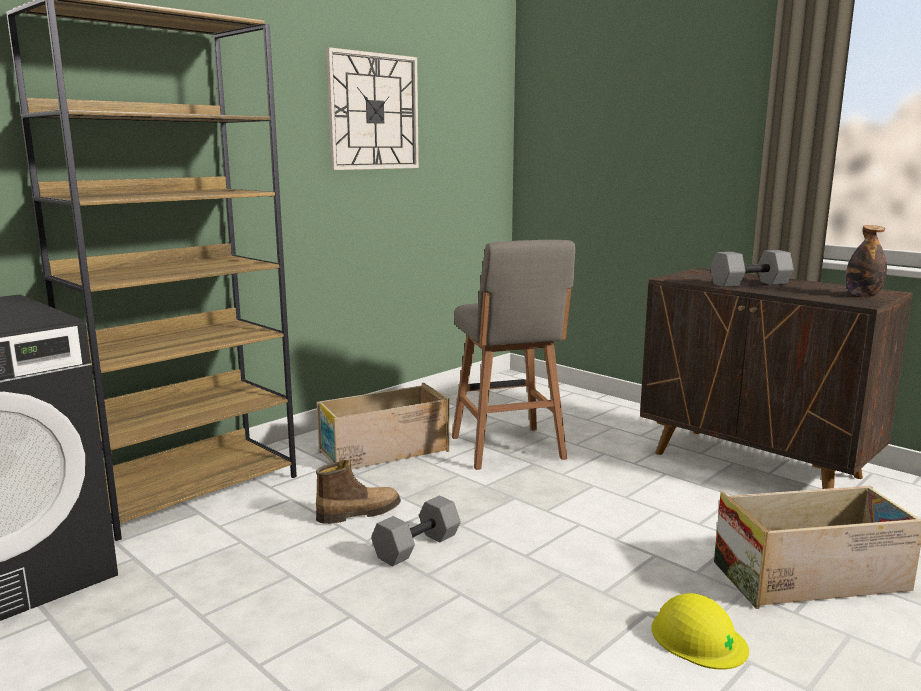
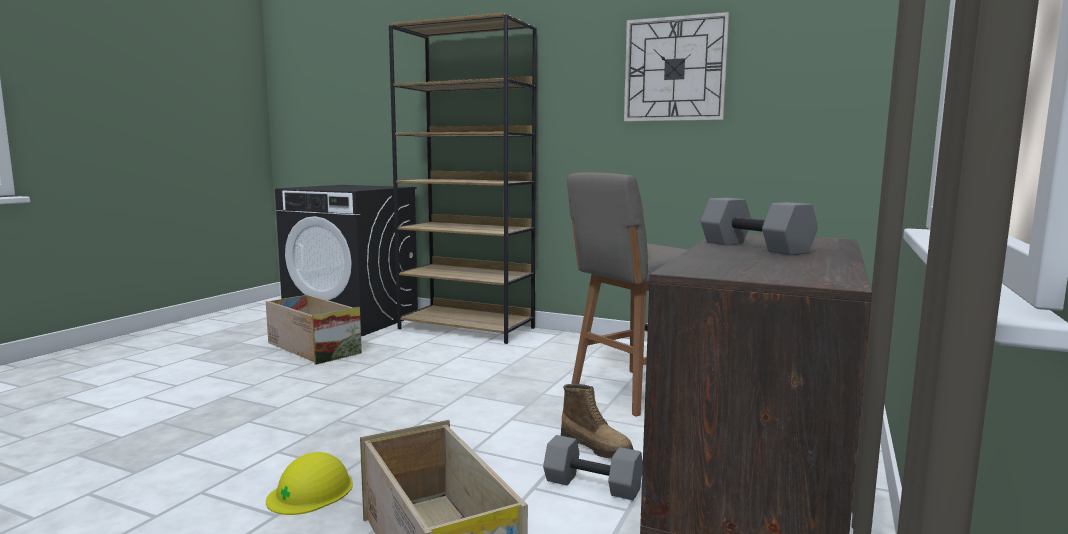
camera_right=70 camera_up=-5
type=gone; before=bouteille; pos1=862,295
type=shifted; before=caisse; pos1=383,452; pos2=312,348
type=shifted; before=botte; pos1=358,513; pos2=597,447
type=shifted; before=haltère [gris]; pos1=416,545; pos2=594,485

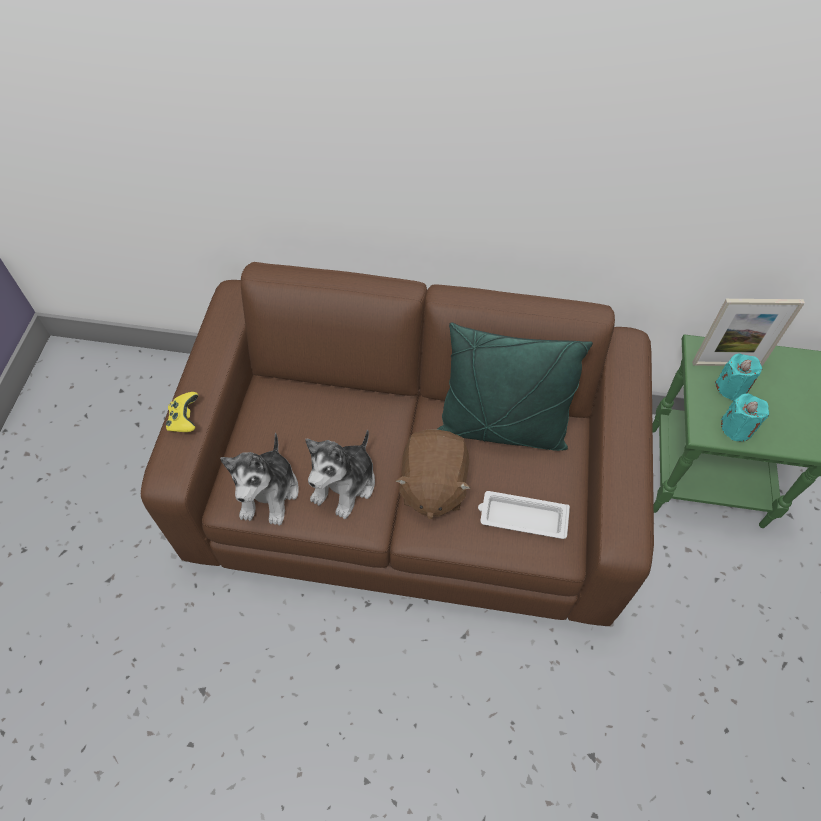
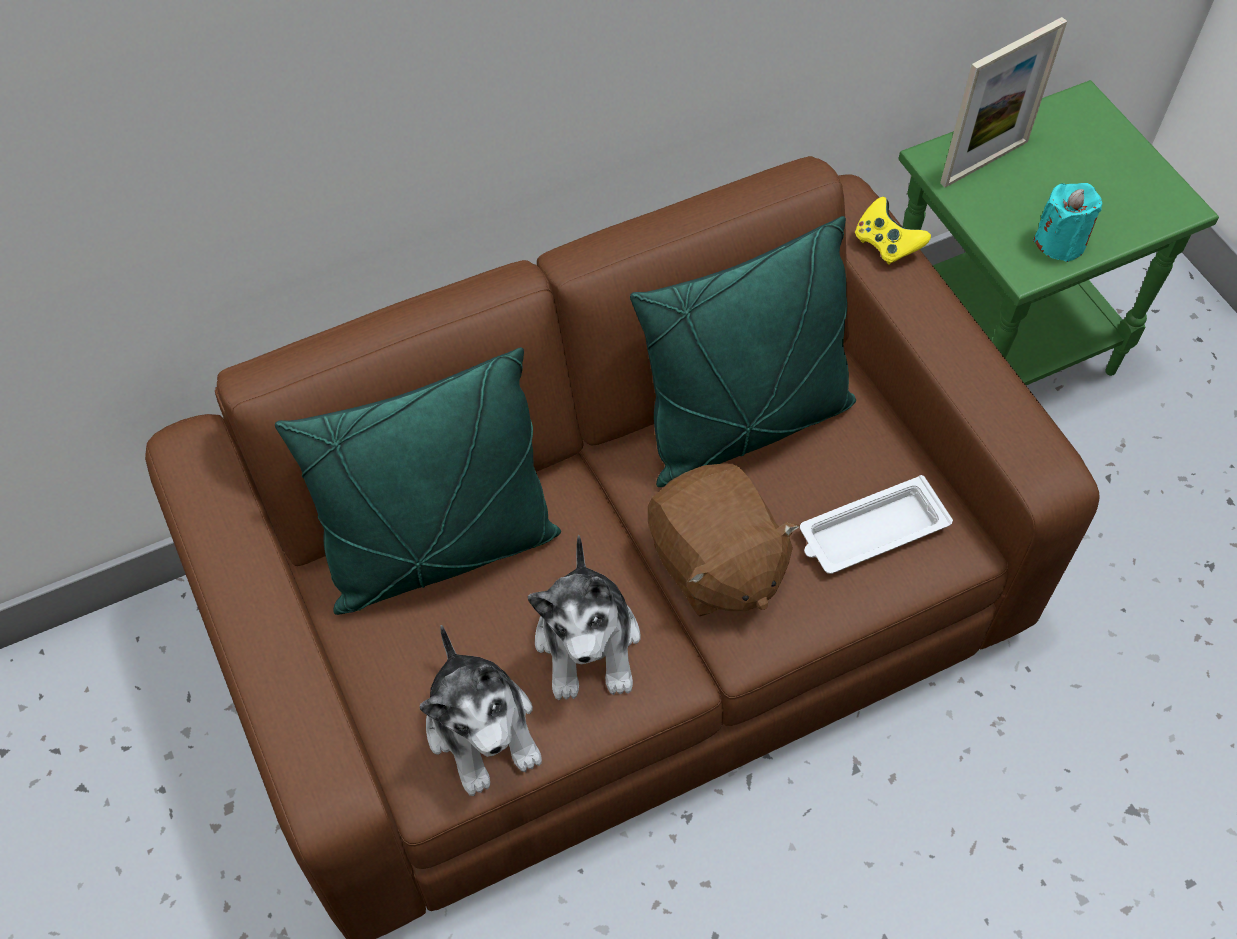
camera_right=-35 camera_up=0
type=gone; before=bougie [turquoise]; pos1=731,387
type=shifted; before=manette [jaune]; pos1=185,419; pos2=886,244
type=new; after=coussin [vert]; pos2=440,550

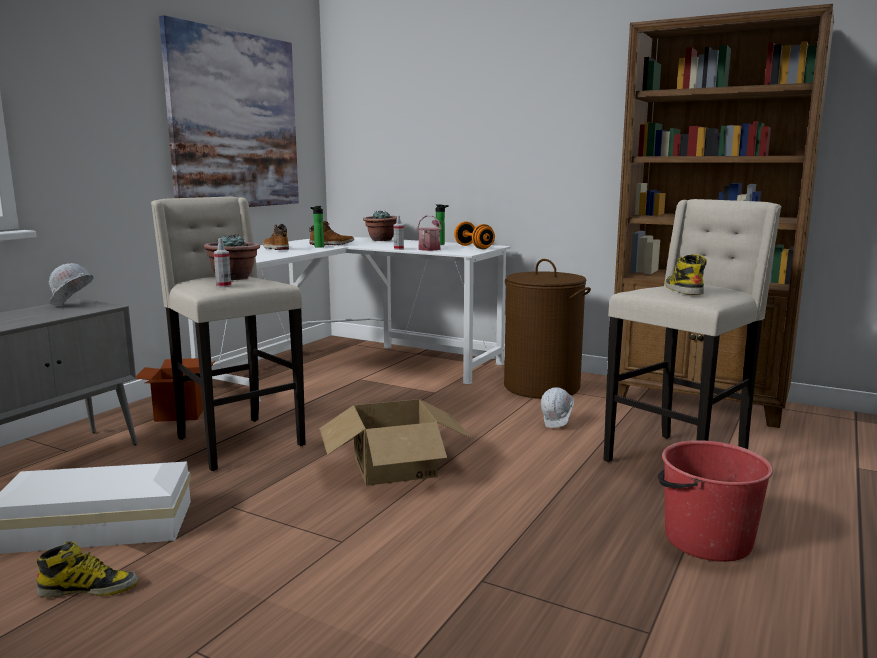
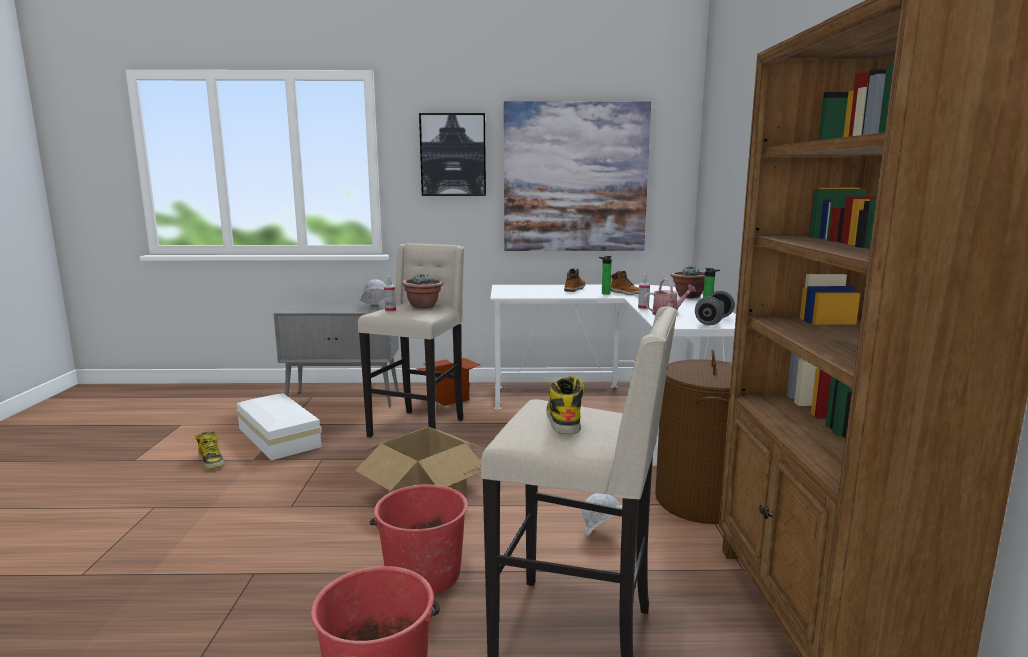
camera_right=60 camera_up=0
type=repainted; before=haltère [orange]; after=haltère [gris]; pos1=473,247; pos2=713,321
type=rotated; before=botte; pos1=683,289; pos2=563,418; turn=-60
type=new; after=tableau; pos2=453,155
type=new; after=seau [rouge]; pos2=422,574

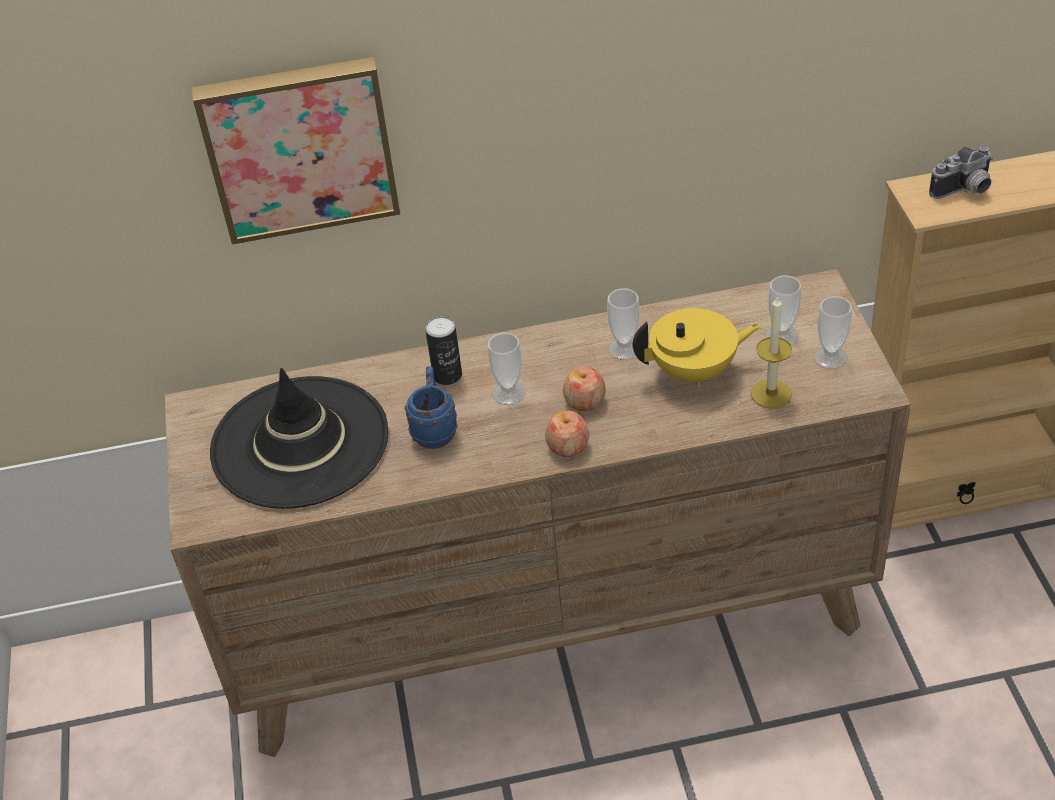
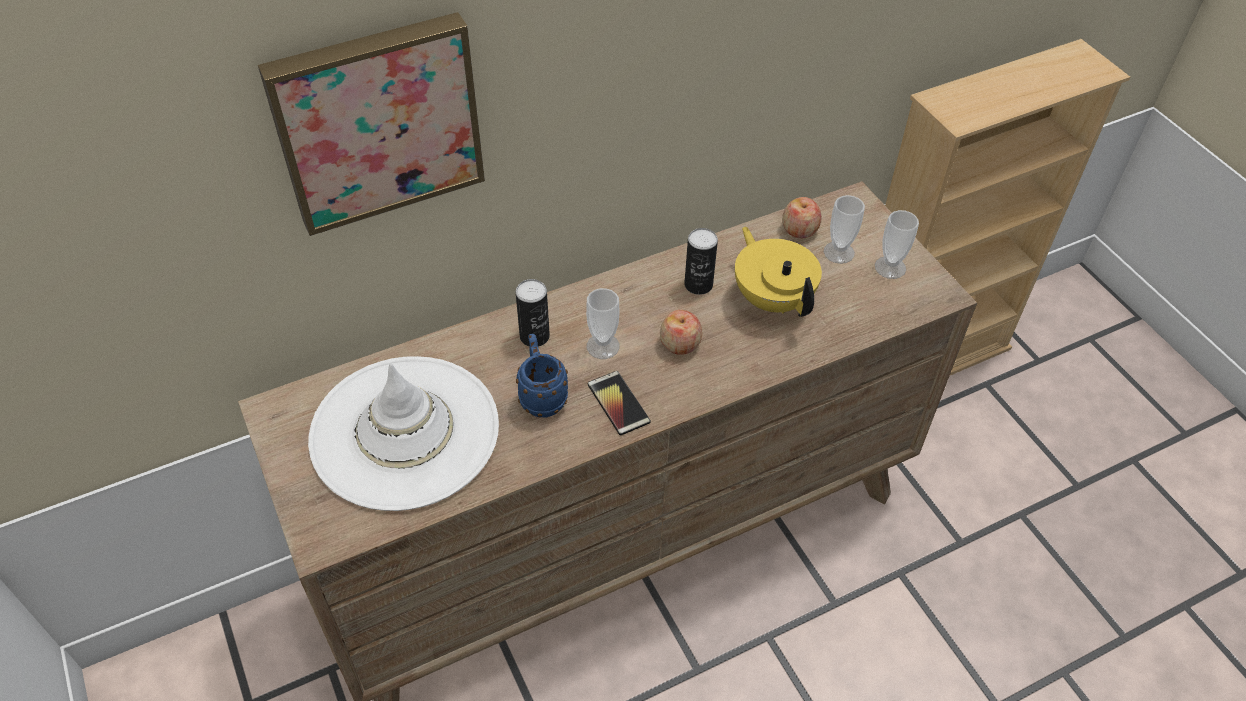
camera_right=-20 camera_up=5
type=gone; before=appareil photo; pos1=964,190
type=swapped; before=tasse; after=boîte métallique; pos1=624,349; pos2=698,284
type=gone; before=bougie; pos1=771,394
type=rotated; before=théière [jaune]; pos1=694,371; pos2=772,298; turn=-90
type=repainted; before=chapeau [noir]; after=chapeau [blanc]; pos1=300,442; pos2=405,432
type=shifted; before=pomme; pos1=568,446; pos2=799,229
type=new; after=téléphone; pos2=618,403

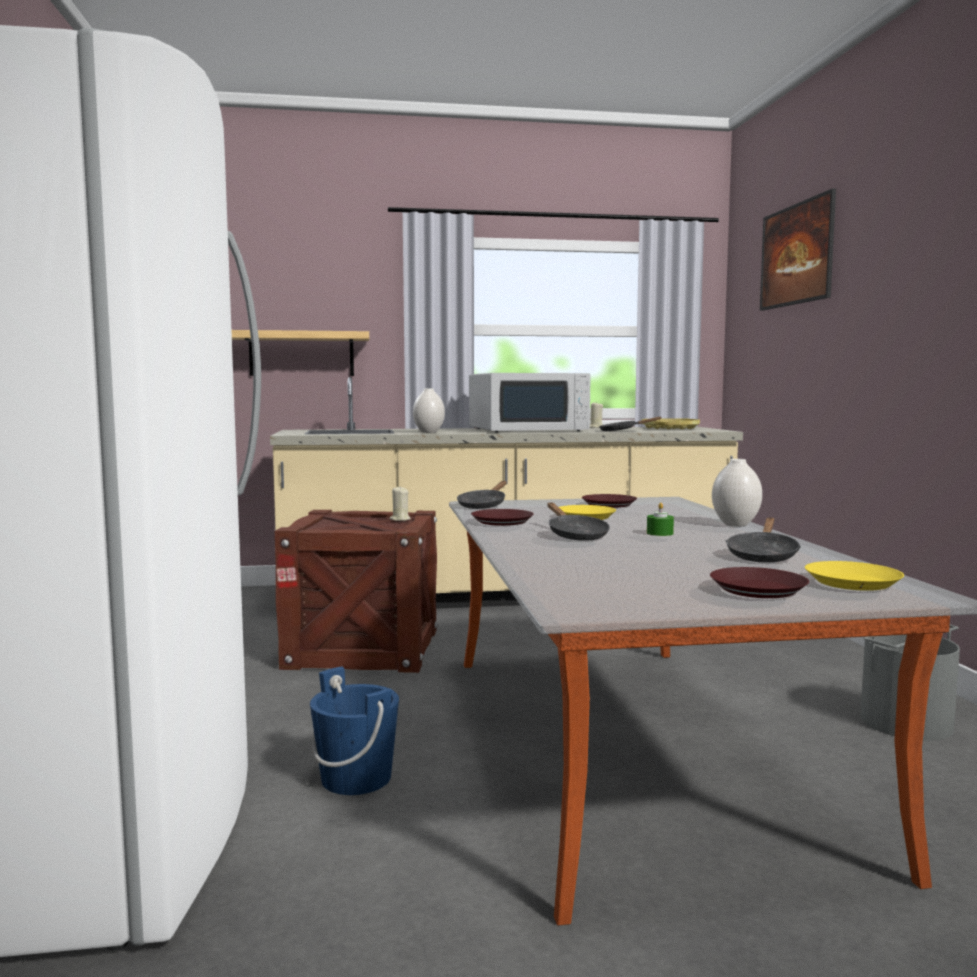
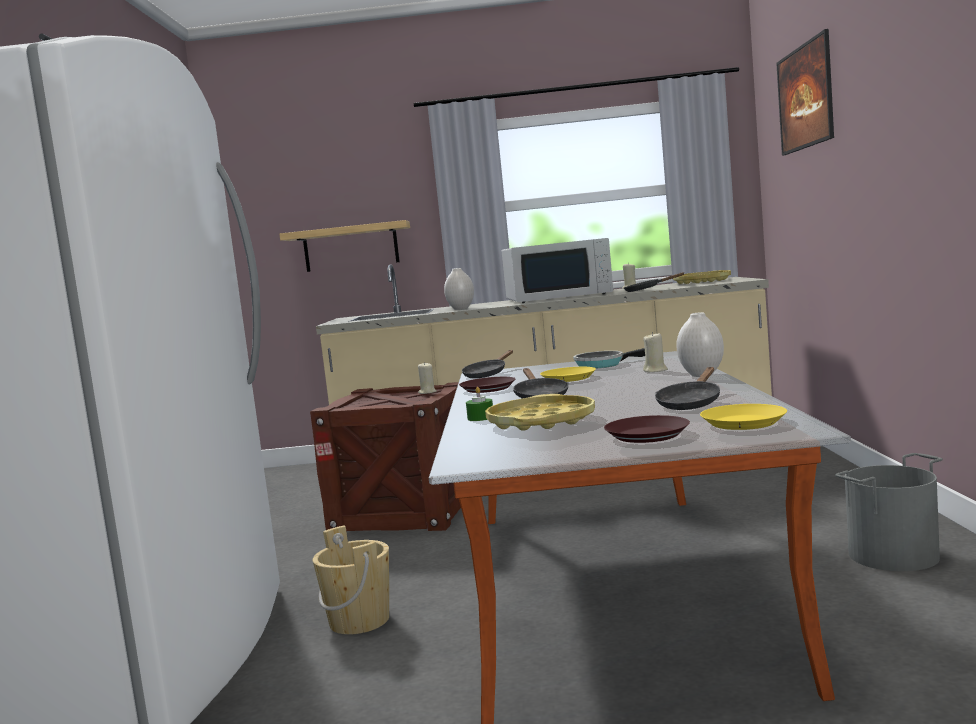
camera_right=10 camera_up=0
type=swapped; before=assiette [marron]; after=poêle; pos1=608,505; pos2=603,364
type=shifted; before=bougie [vert]; pos1=660,533; pos2=480,418
type=repainted; before=seau [bleu]; after=seau [beige]; pos1=356,778; pos2=359,621
type=new; after=bougie [beige]; pos2=655,370
type=new; after=plateau [jaune]; pos2=541,422

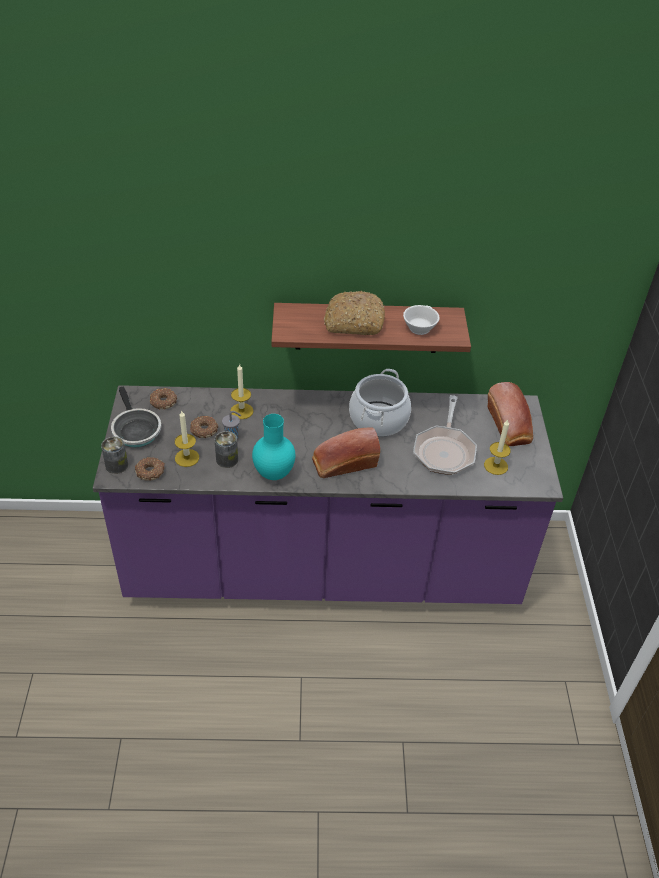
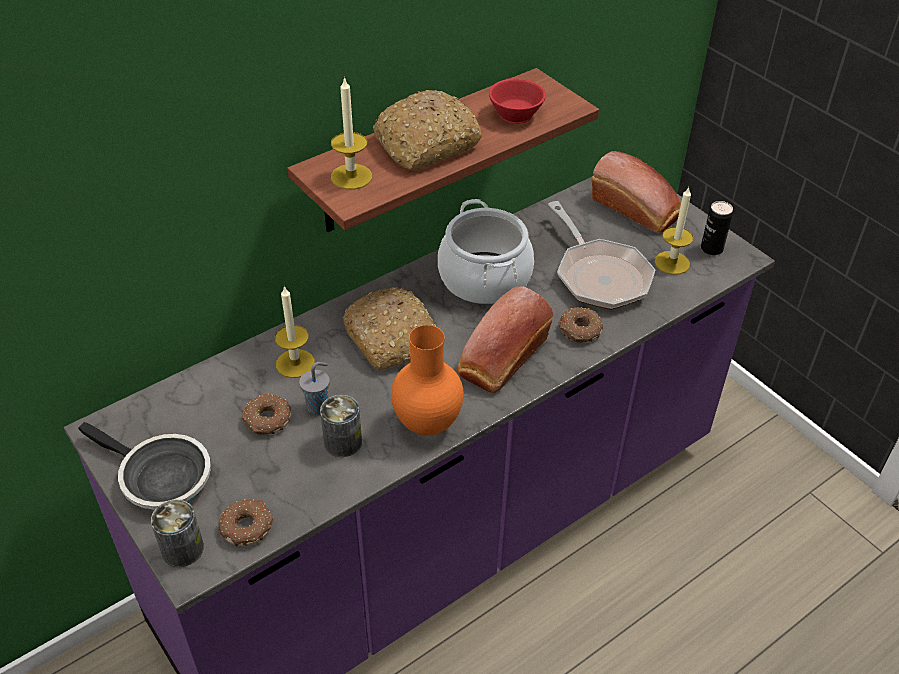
camera_right=-35 camera_up=0
type=repainted; before=tasse [blanc]; after=tasse [rouge]; pos1=418,327; pos2=513,113
type=shifted; before=beignet; pos1=163,402; pos2=579,331
type=shifted; before=bougie; pos1=187,458; pos2=351,176
type=repainted; before=vase [turquoise]; after=vase [orange]; pos1=273,474; pos2=426,425
type=new; after=boîte métallique; pos2=711,249
type=new; after=pain; pos2=393,339

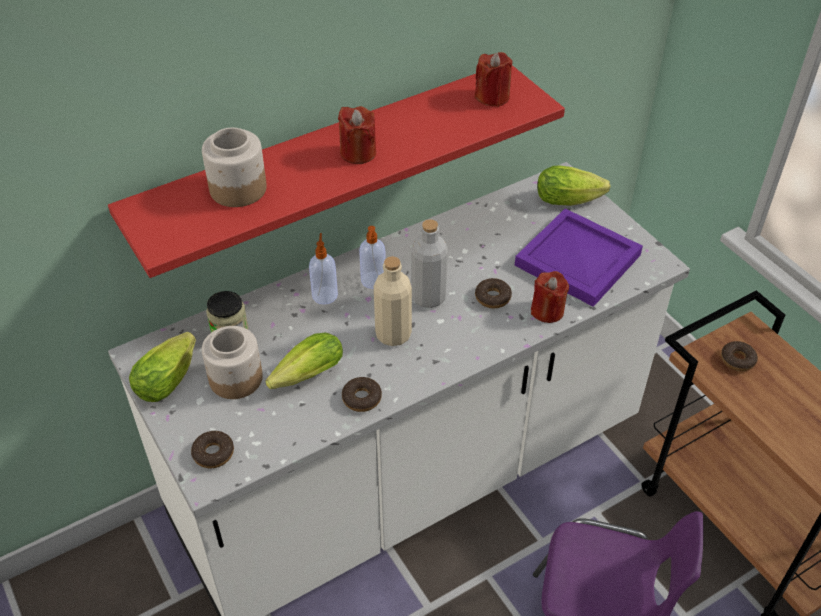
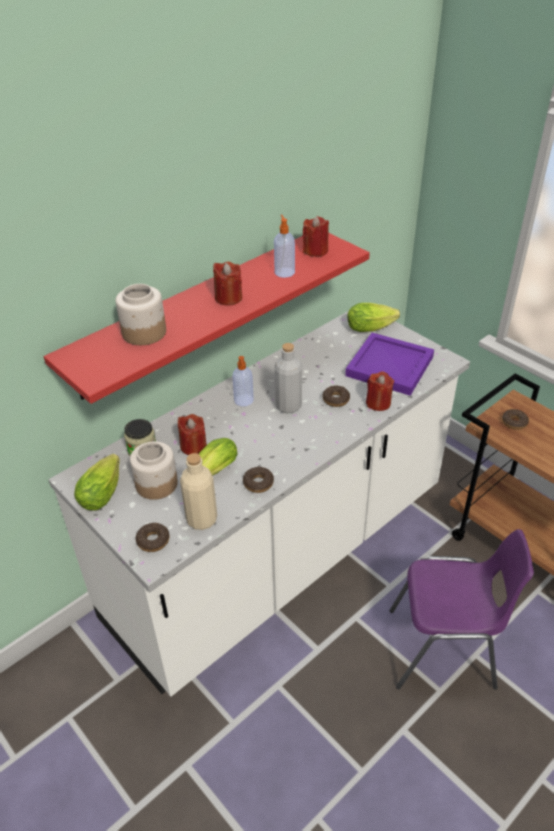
camera_right=-10 camera_up=-5
type=shifted; before=distributeur de savon; pos1=325,294; pos2=284,272
type=shifted; before=bouteille [beige]; pos1=393,334; pos2=202,519
type=new; after=bougie [rouge]; pos2=193,446

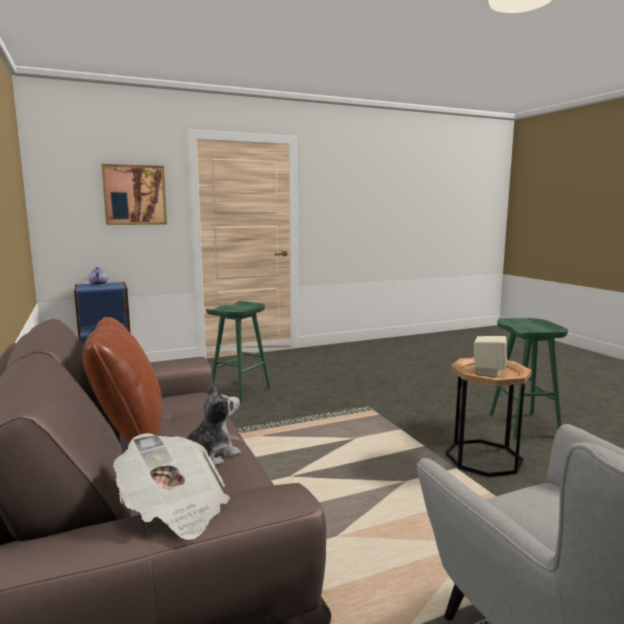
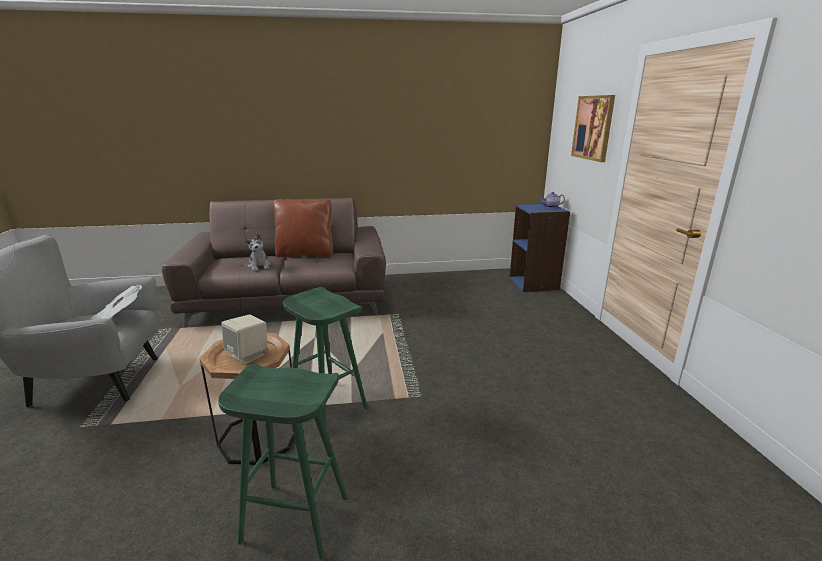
camera_right=105 camera_up=10
type=shifted; before=tabouret [vert]; pos1=240,392; pos2=327,405
type=shifted; before=journal; pos1=174,509; pos2=118,317

